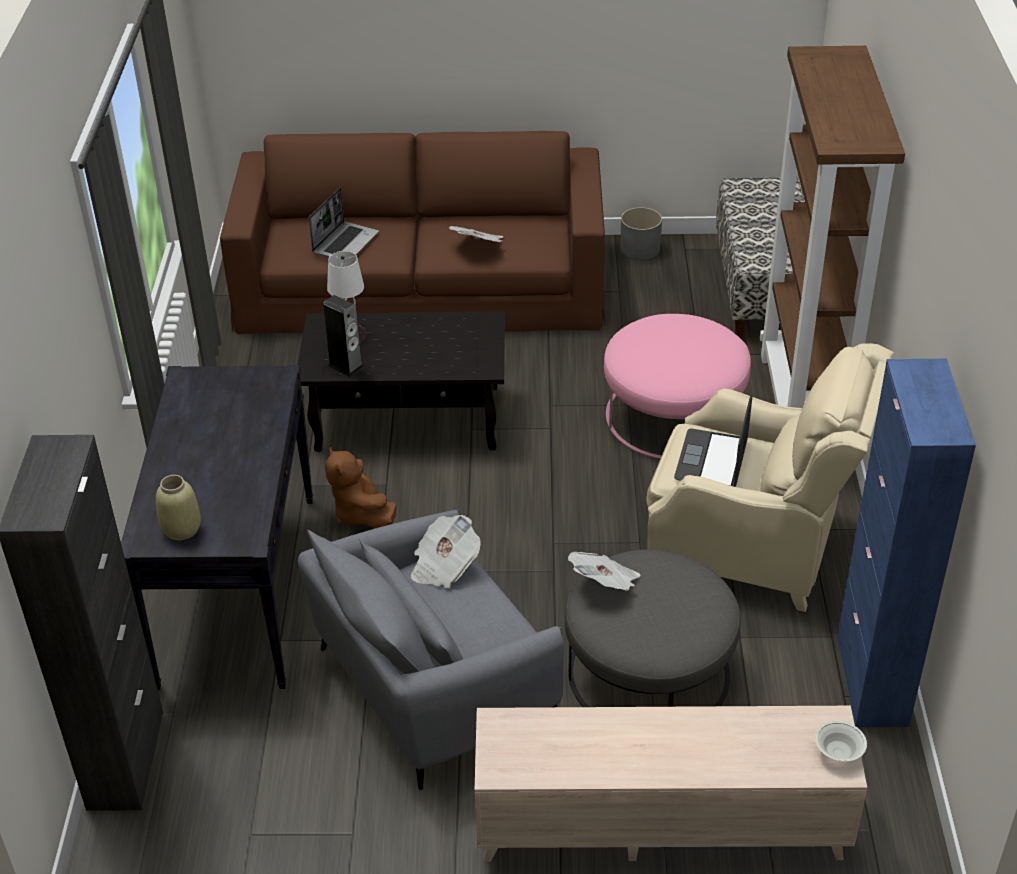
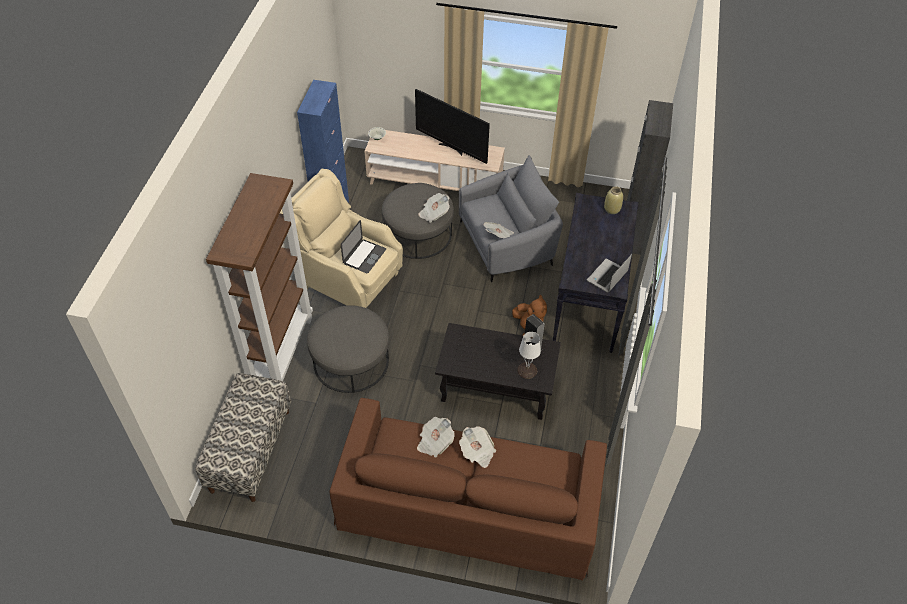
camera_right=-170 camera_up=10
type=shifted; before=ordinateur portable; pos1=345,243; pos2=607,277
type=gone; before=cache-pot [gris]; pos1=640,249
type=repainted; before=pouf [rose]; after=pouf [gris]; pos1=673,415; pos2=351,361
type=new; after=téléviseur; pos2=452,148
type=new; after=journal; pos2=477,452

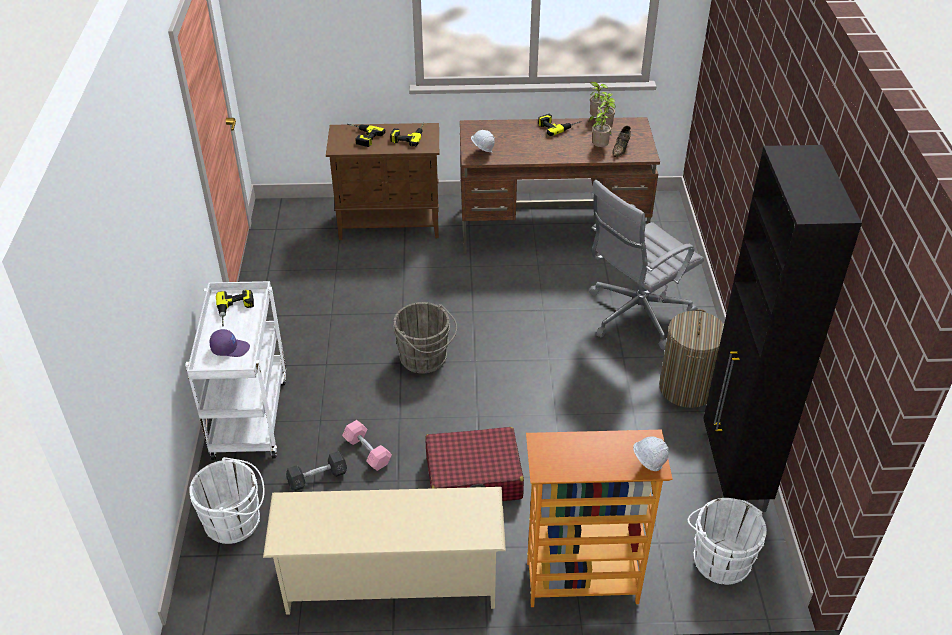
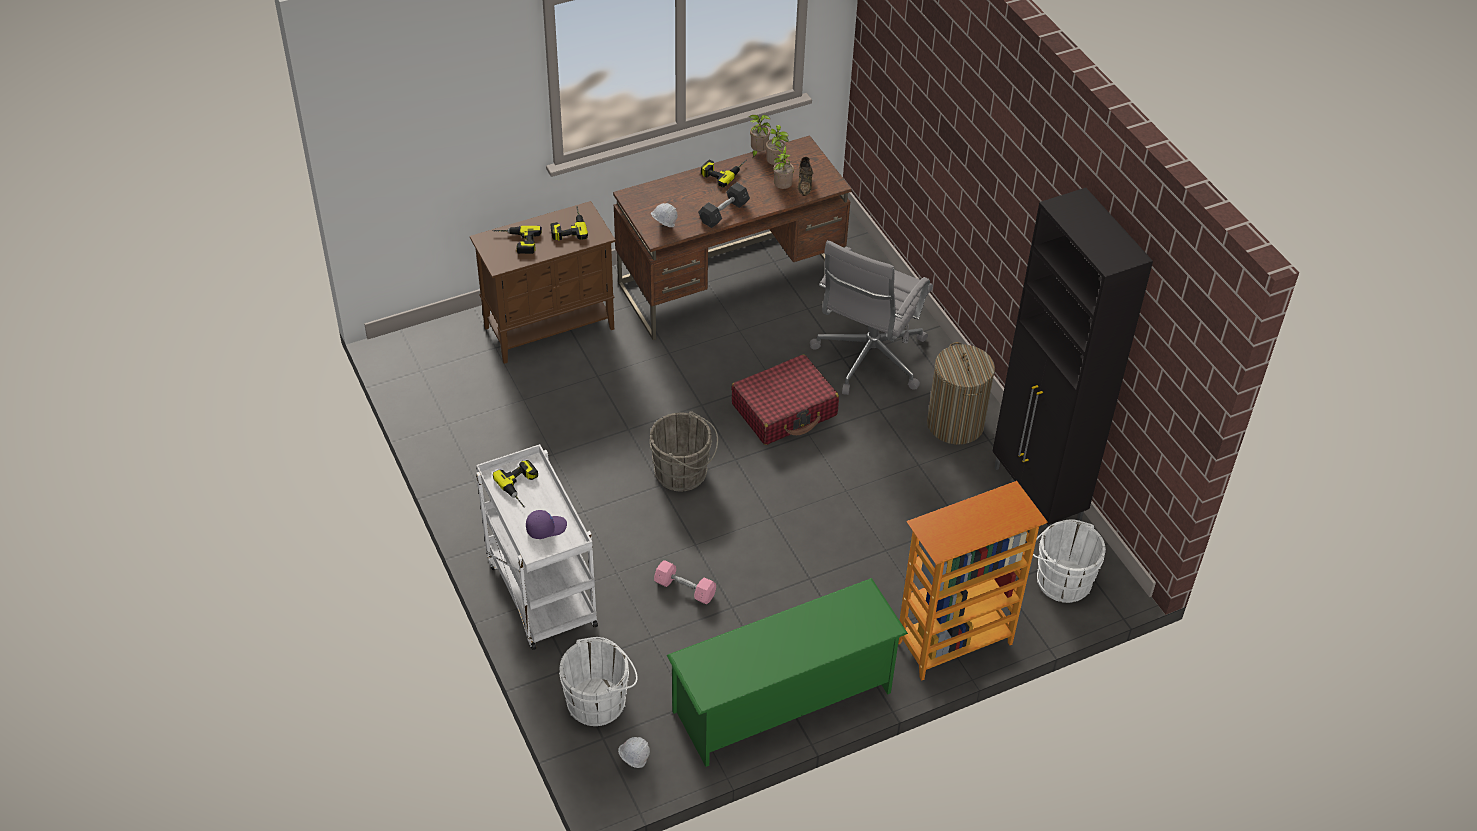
camera_right=-25 camera_up=5
type=shifted; before=valise [rouge]; pos1=474,477; pos2=784,410
type=shifted; before=casque de chantier [blanc]; pos1=647,466; pos2=633,762
type=shifted; before=haltère [gris]; pos1=317,478; pos2=724,213
type=repainted; before=étagère à chaussures [beige]; after=étagère à chaussures [vert]; pos1=391,580; pos2=783,702

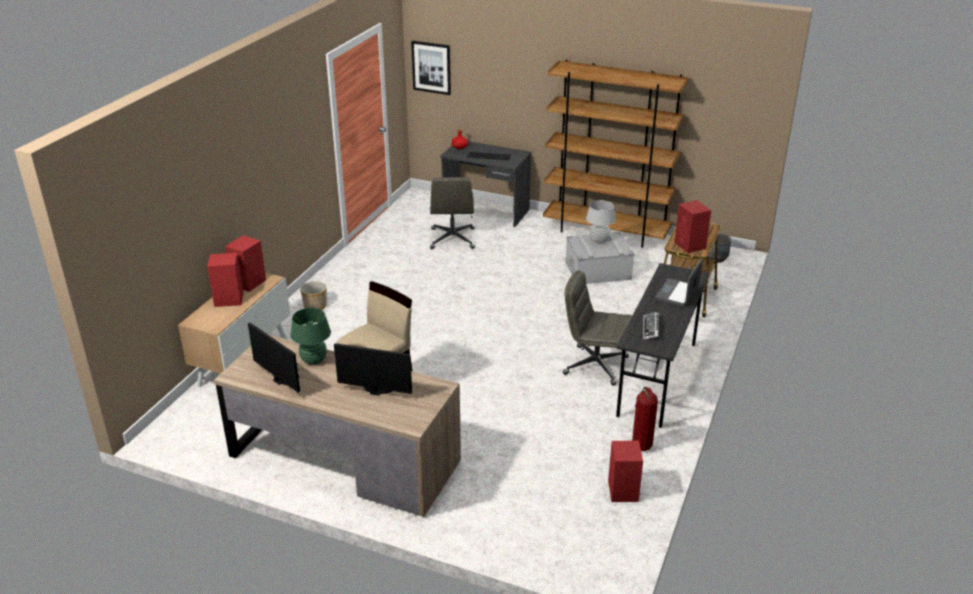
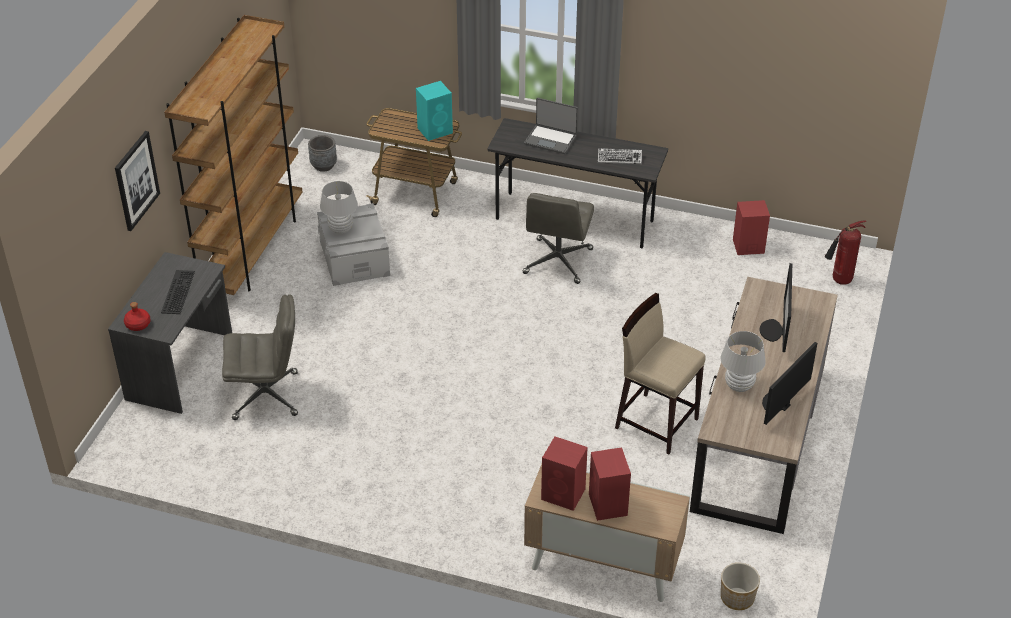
camera_right=-95 camera_up=10
type=shifted; before=tableau; pos1=431,67; pos2=136,180
type=repainted; before=enceinte [rouge]; after=enceinte [turquoise]; pos1=690,245; pos2=435,130
type=shifted; before=cache-pot; pos1=315,306; pos2=737,598
type=repainted; before=lampe de table [vert]; after=lampe de table [blanc]; pos1=313,360; pos2=739,386
type=shifted; before=extincteur; pos1=640,445; pos2=839,281

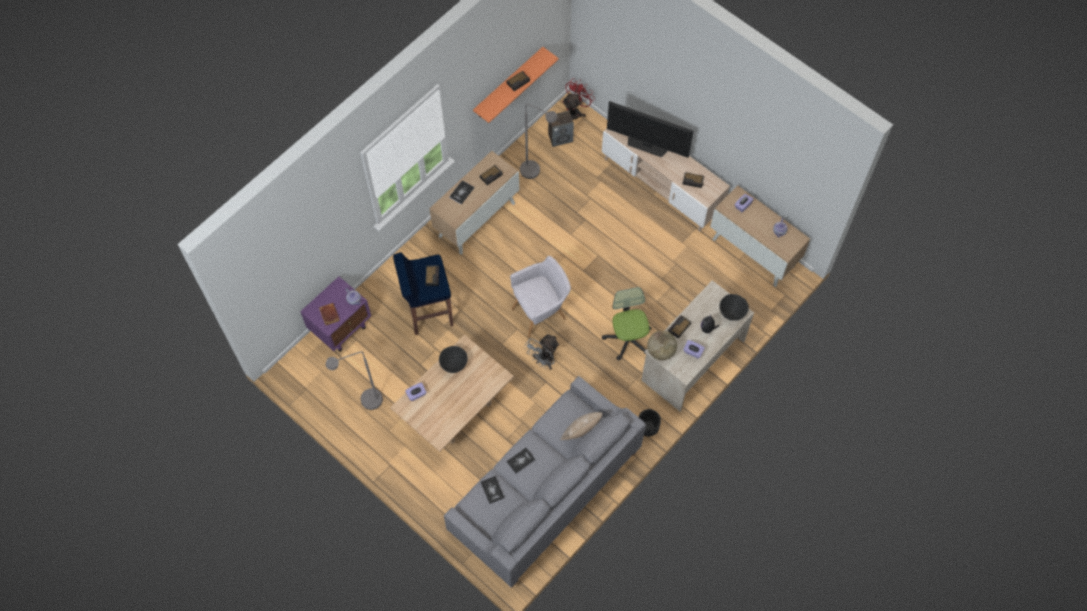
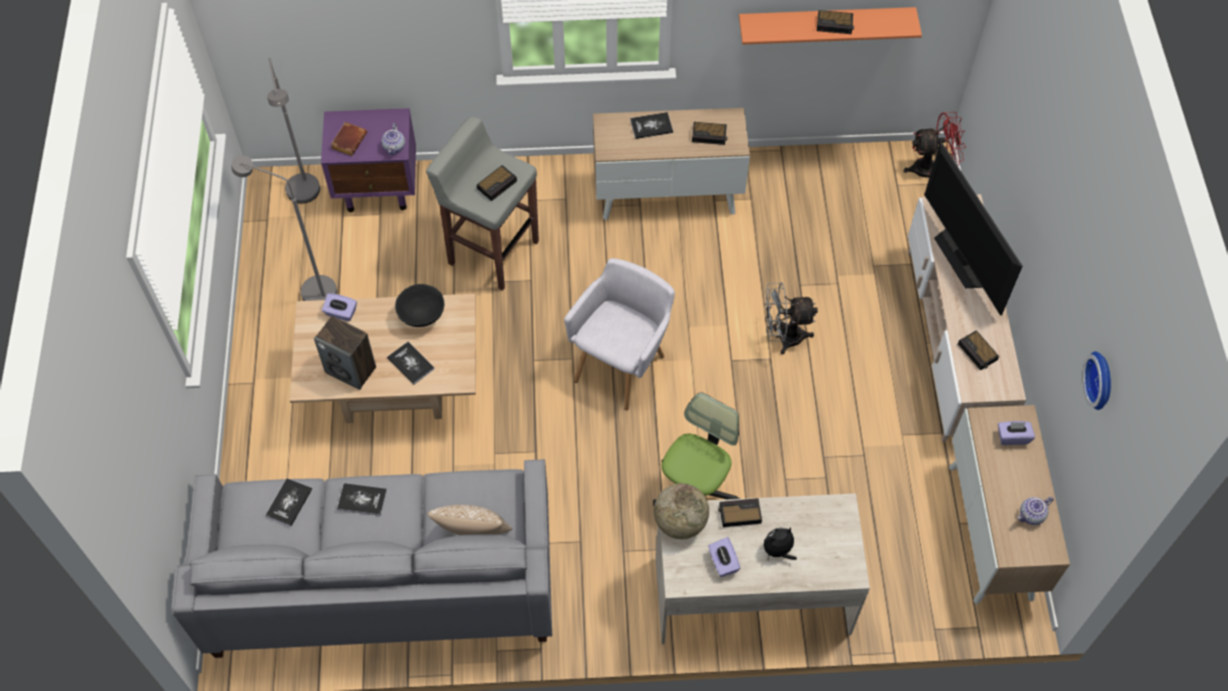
camera_right=45 camera_up=-5
type=shifted; before=lampadaire [gris]; pos1=535,172; pos2=306,197
type=shifted; before=enceinte; pos1=560,138; pos2=351,370
type=repainted; before=tabouret [bleu]; after=tabouret [gris]; pos1=428,312; pos2=492,252
type=rotated; before=fauteuil [gris]; pos1=541,312; pos2=622,365; turn=-75
type=gone; before=bol [noir]; pos1=732,313
type=shifted; before=ventilateur [gris]; pos1=543,360; pos2=783,337
type=gone; before=cache-pot [noir]; pos1=647,428
type=new; after=livre; pos2=410,363
type=new; after=horloge murale; pos2=1102,380

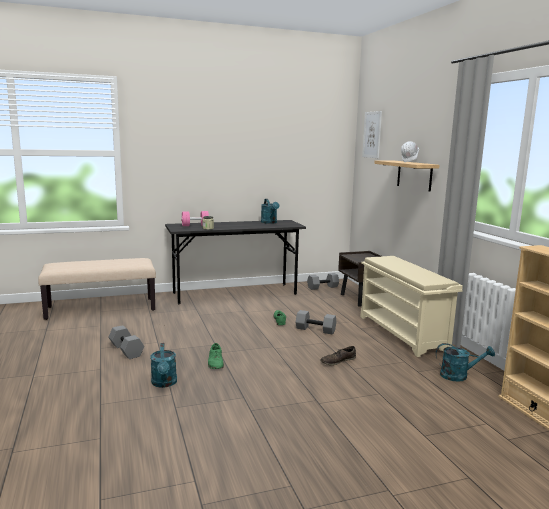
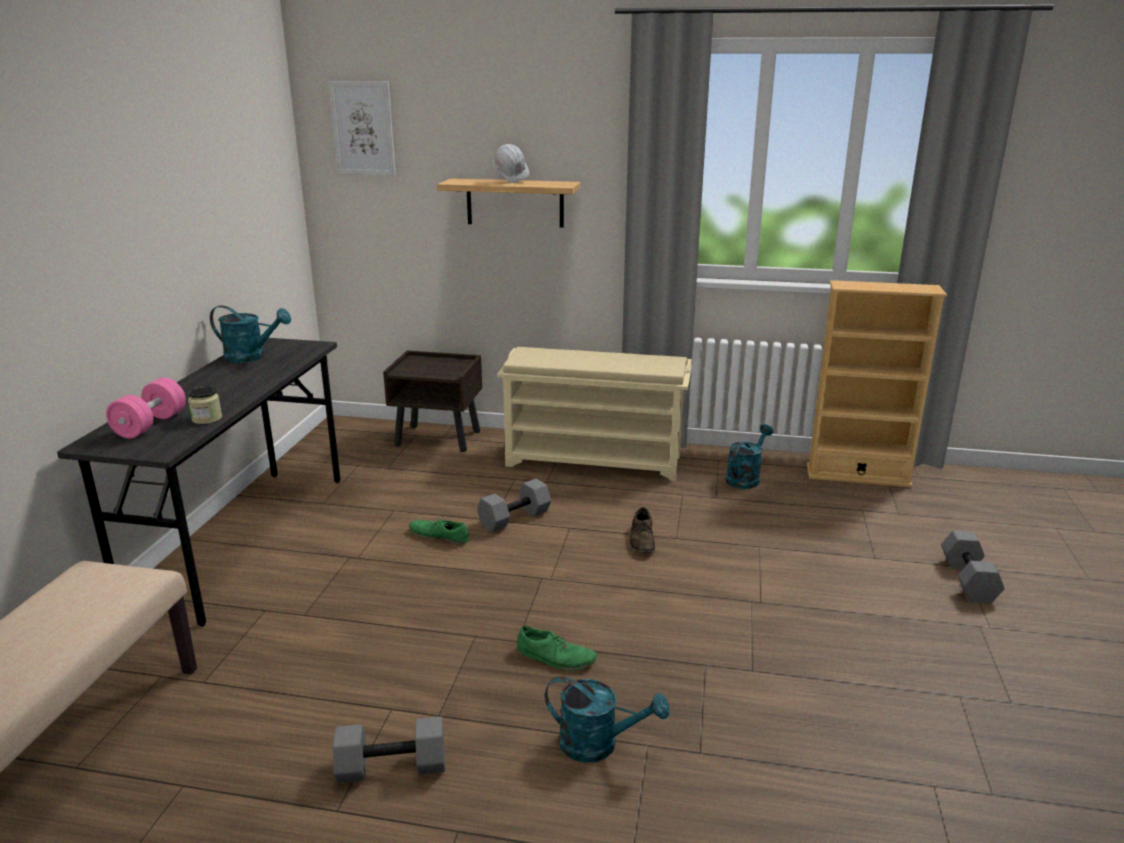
camera_right=-60 camera_up=10
type=shifted; before=haltère [gris]; pos1=322,287; pos2=966,580

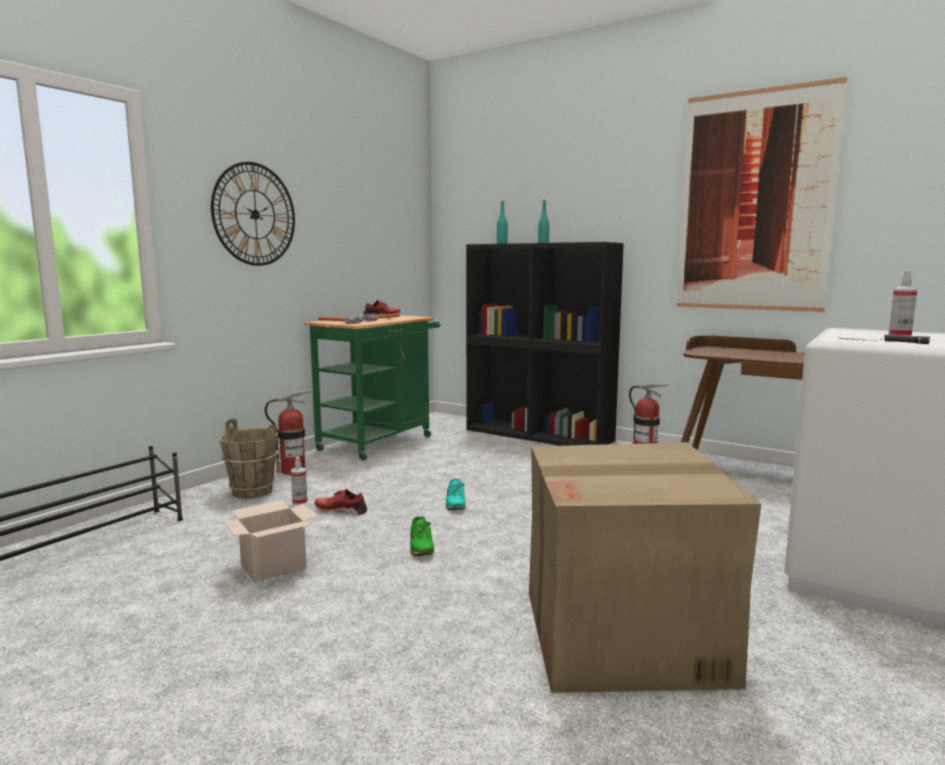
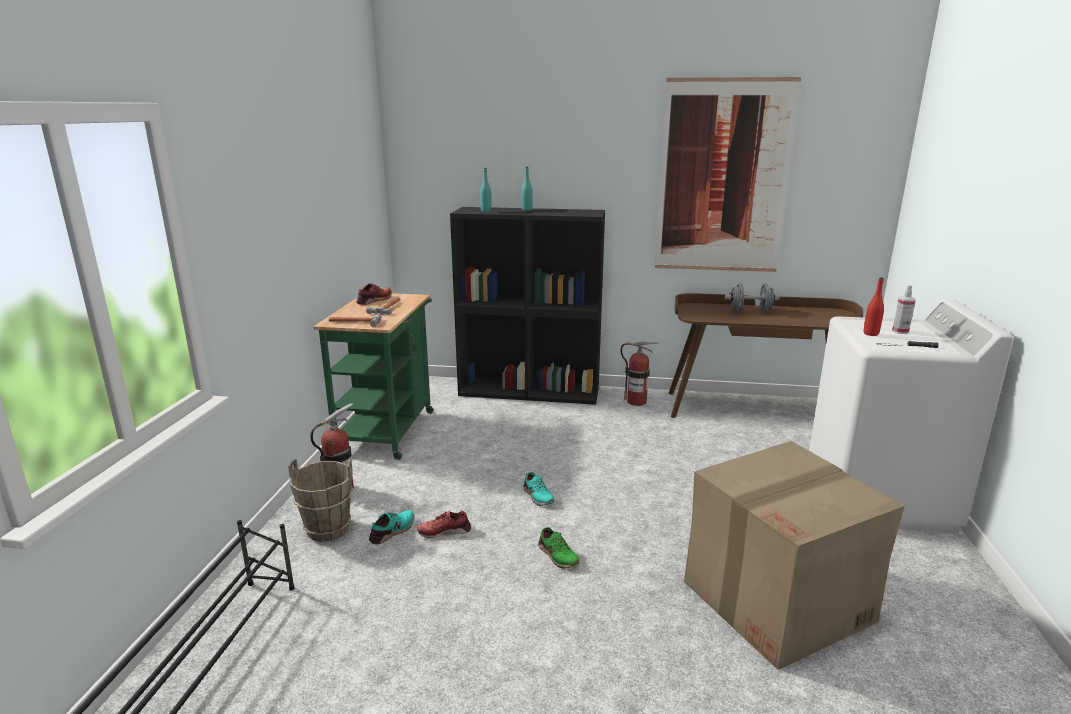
camera_right=-25 camera_up=10
type=gone; before=horloge murale; pos1=255,214
type=swapped; before=vaporisateur; after=chaussure [turquoise]; pos1=299,502; pos2=393,531
type=gone; before=carton; pos1=274,566
type=new; after=bouteille [rouge]; pos2=870,334
type=new; after=haltère [gris]; pos2=750,311

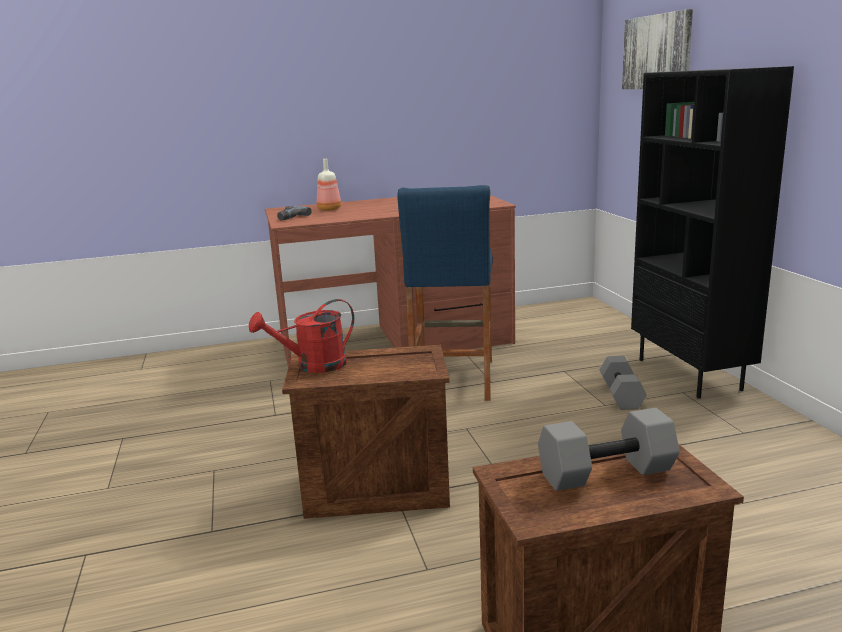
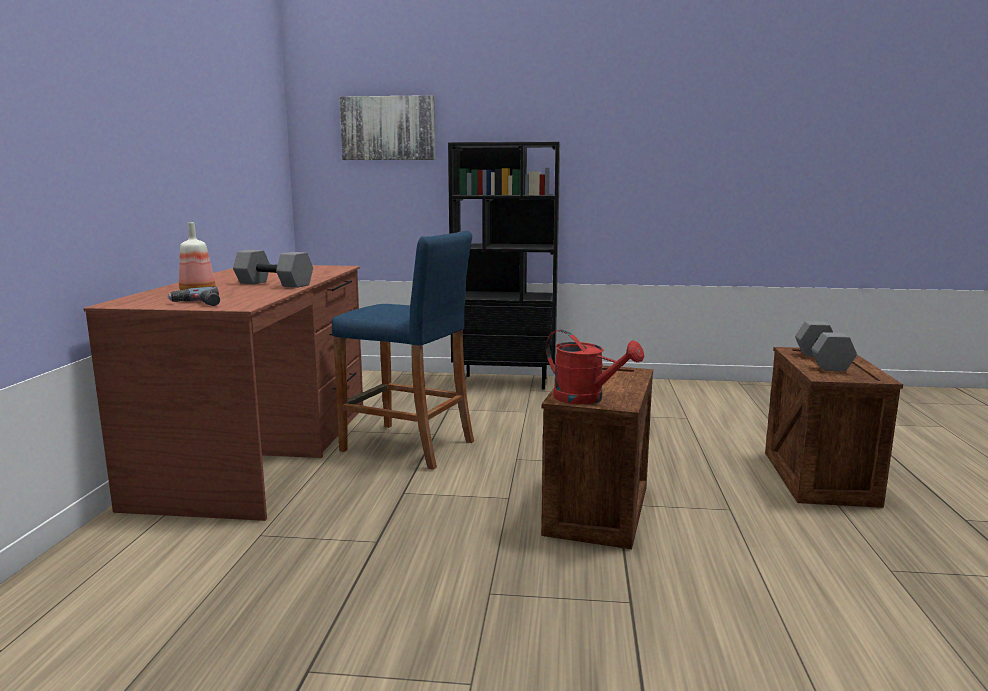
camera_right=-70 camera_up=-5
type=rotated; before=arrosoir [rouge]; pos1=313,366; pos2=586,399; turn=-45
type=shifted; before=haltère [gris]; pos1=622,395; pos2=275,284

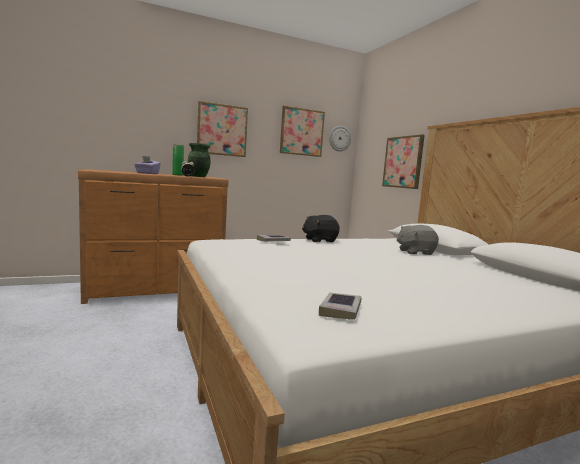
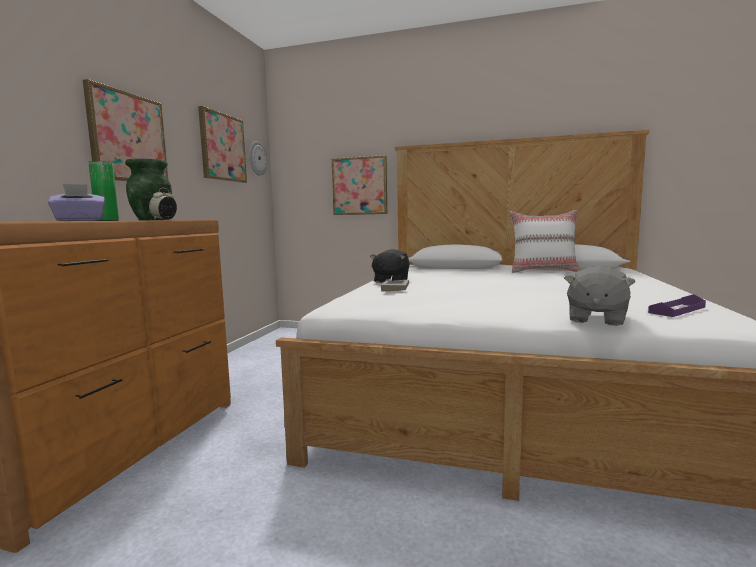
camera_right=-50 camera_up=0
type=shifted; before=peluche [gris]; pos1=415,252; pos2=596,319
type=swapped; before=livre; after=plateau [violet]; pos1=340,310; pos2=677,310
type=new; after=coussin [blanc]; pos2=543,271

